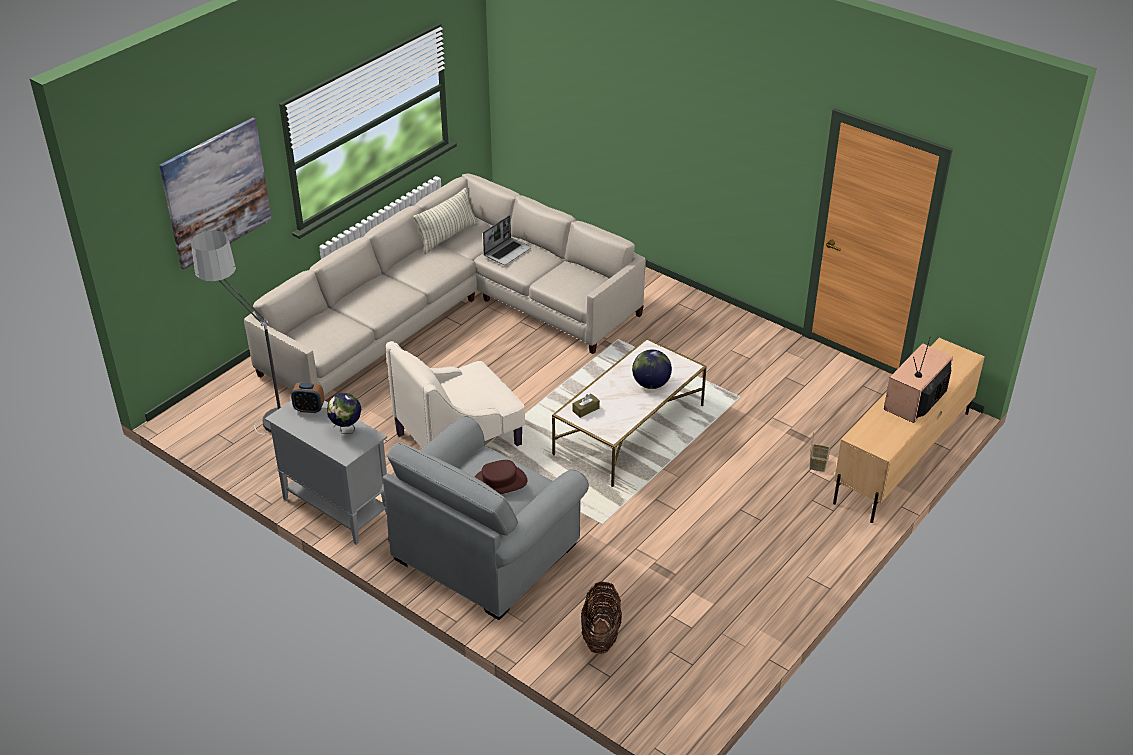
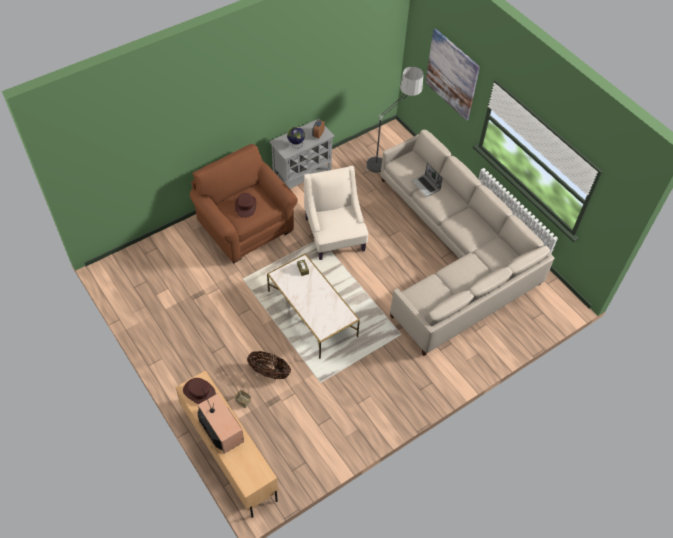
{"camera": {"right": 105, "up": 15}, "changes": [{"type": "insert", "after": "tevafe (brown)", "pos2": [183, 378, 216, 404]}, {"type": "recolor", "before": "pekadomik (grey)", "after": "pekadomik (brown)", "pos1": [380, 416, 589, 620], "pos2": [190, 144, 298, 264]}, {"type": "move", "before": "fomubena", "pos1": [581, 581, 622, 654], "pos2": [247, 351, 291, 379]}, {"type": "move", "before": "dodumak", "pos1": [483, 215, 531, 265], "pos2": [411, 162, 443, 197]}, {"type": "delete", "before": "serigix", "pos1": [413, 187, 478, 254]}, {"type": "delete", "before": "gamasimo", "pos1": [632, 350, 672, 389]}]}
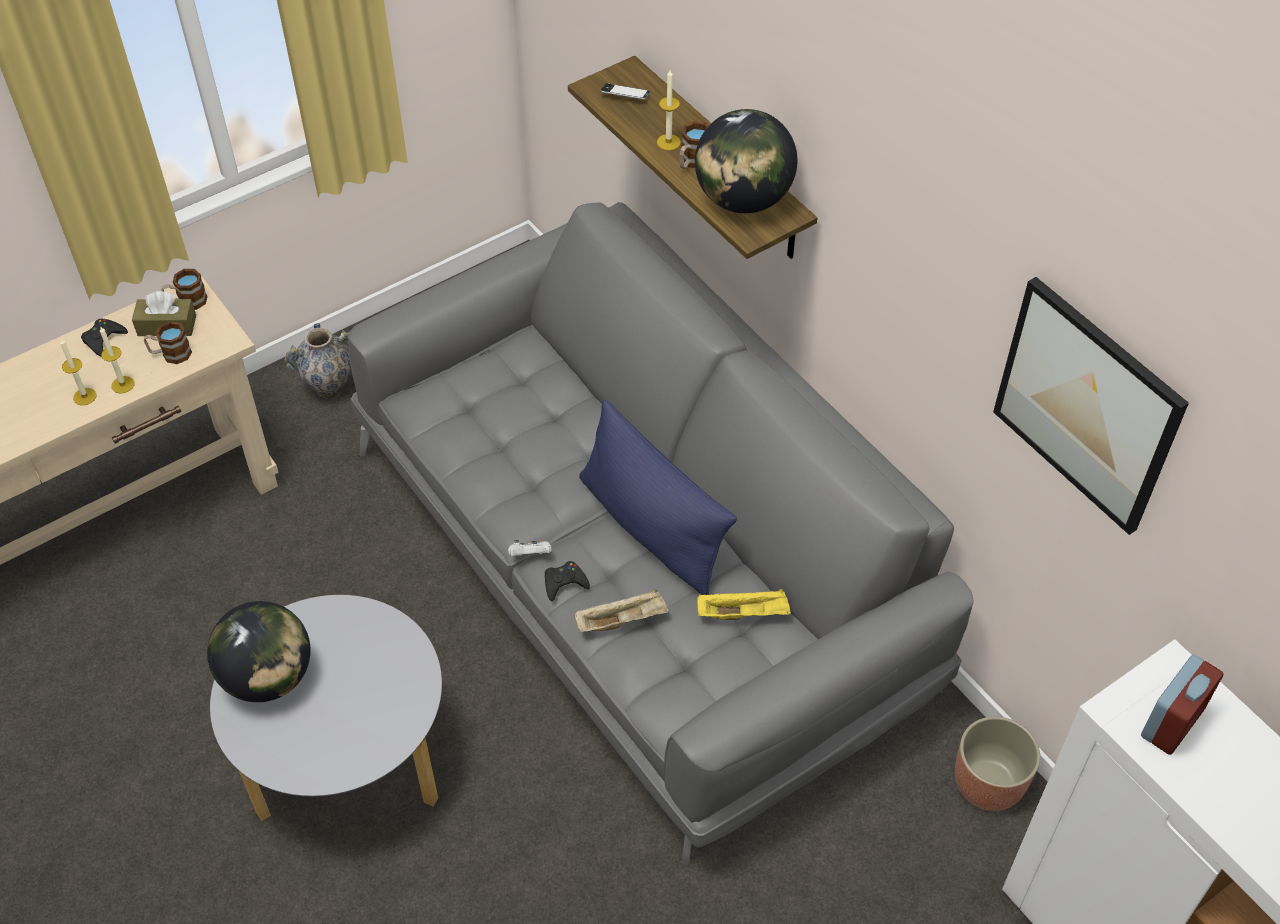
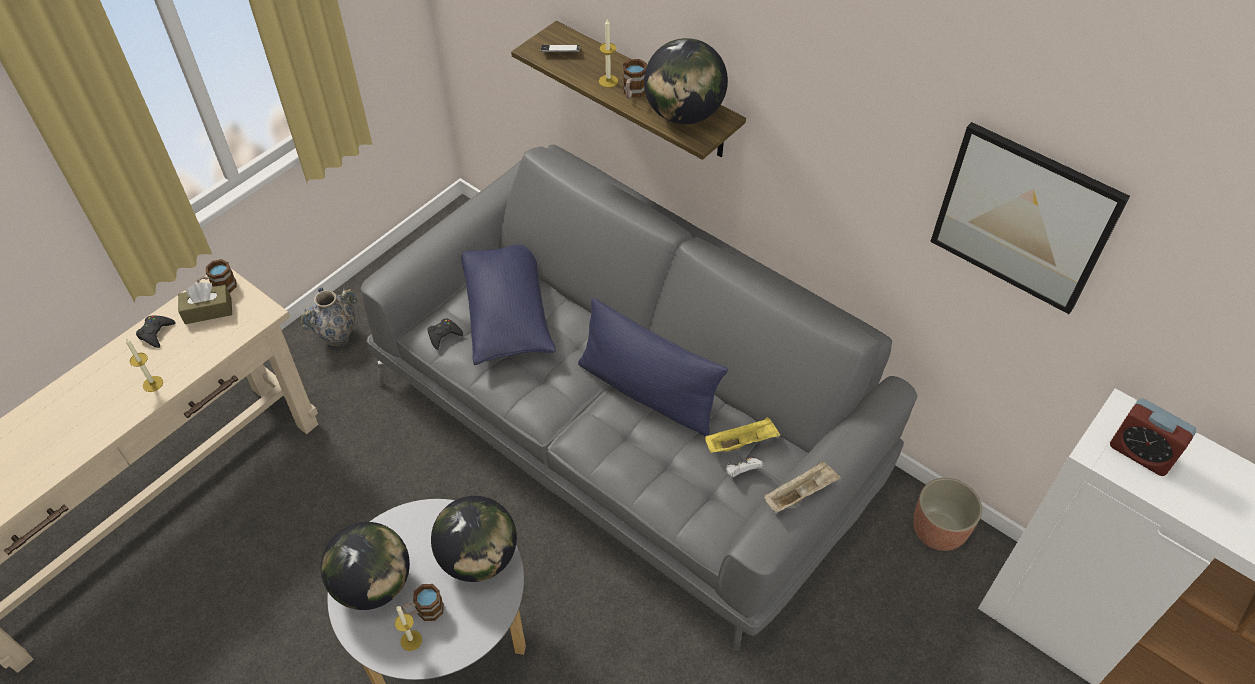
{"camera": {"right": -15, "up": 0}, "changes": [{"type": "move", "before": "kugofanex", "pos1": [100, 327, 134, 394], "pos2": [395, 606, 422, 651]}, {"type": "move", "before": "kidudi", "pos1": [144, 321, 192, 364], "pos2": [402, 584, 444, 621]}, {"type": "move", "before": "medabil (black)", "pos1": [545, 561, 590, 602], "pos2": [427, 318, 463, 350]}, {"type": "insert", "after": "gamasimo", "pos2": [431, 496, 517, 582]}, {"type": "insert", "after": "serigix (blue)", "pos2": [461, 245, 556, 365]}, {"type": "move", "before": "medabil (white)", "pos1": [508, 540, 552, 556], "pos2": [726, 458, 763, 478]}, {"type": "move", "before": "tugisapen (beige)", "pos1": [574, 589, 669, 633], "pos2": [764, 461, 841, 513]}, {"type": "rotate", "before": "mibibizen", "pos1": [1141, 654, 1224, 755], "pos2": [1110, 398, 1196, 476], "turn": 105}]}
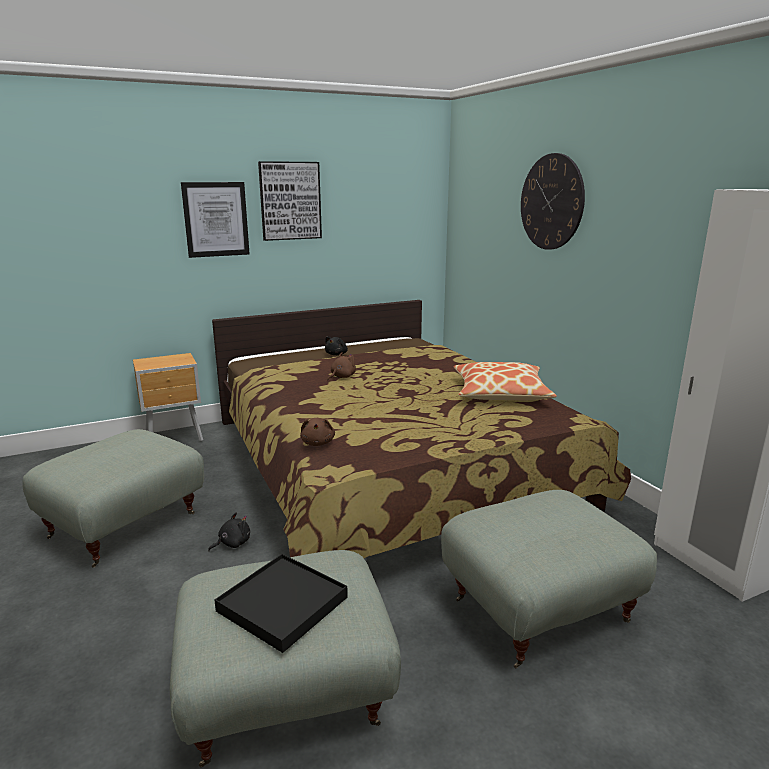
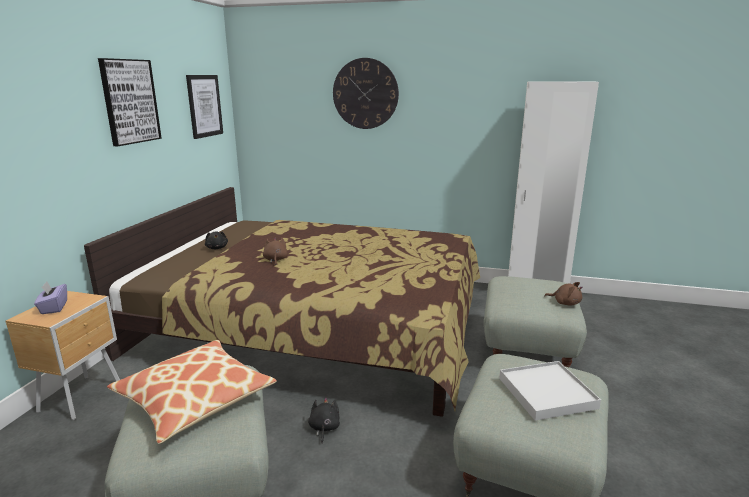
{"camera": {"right": -50, "up": 0}, "changes": [{"type": "insert", "after": "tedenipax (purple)", "pos2": [34, 281, 67, 314]}, {"type": "move", "before": "serigix", "pos1": [454, 362, 557, 400], "pos2": [107, 340, 277, 444]}, {"type": "move", "before": "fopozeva", "pos1": [181, 182, 250, 258], "pos2": [186, 75, 223, 139]}, {"type": "recolor", "before": "tugisapen (black)", "after": "tugisapen (white)", "pos1": [215, 554, 348, 653], "pos2": [499, 361, 601, 421]}, {"type": "move", "before": "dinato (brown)", "pos1": [300, 418, 335, 446], "pos2": [544, 282, 583, 305]}]}
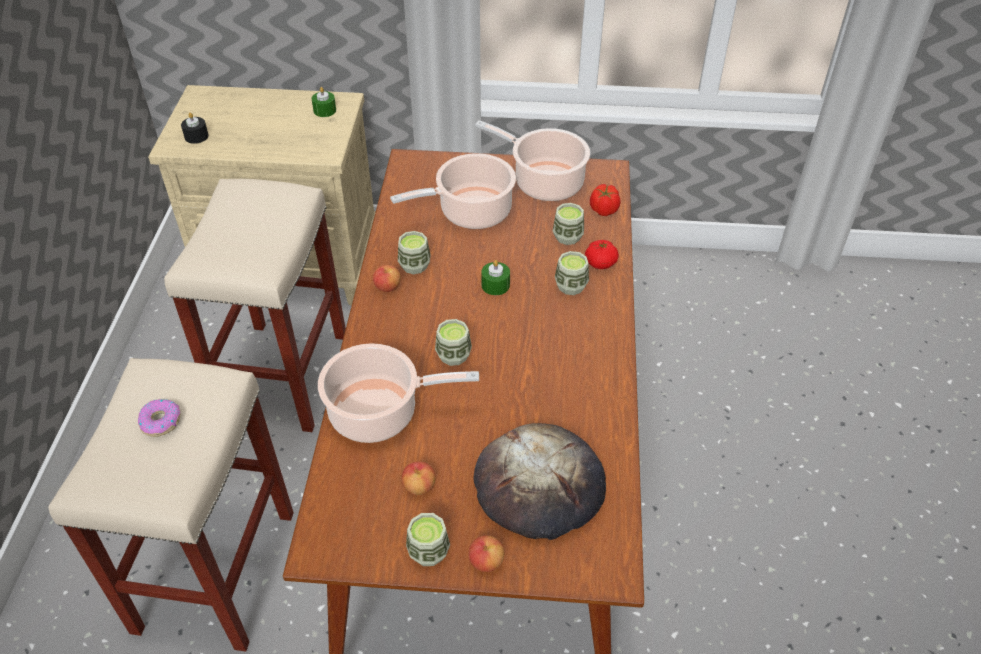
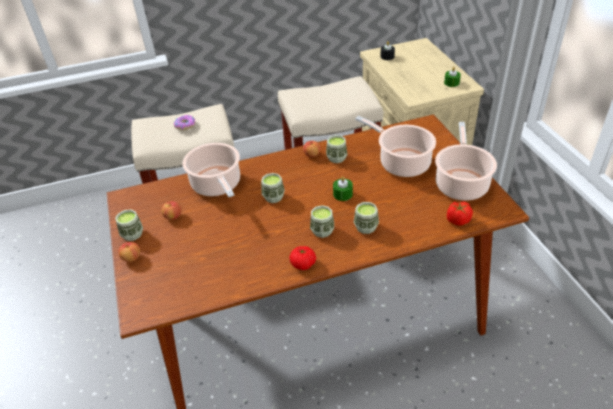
{"camera": {"right": 70, "up": -5}, "changes": [{"type": "move", "before": "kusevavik", "pos1": [585, 240, 619, 269], "pos2": [289, 246, 316, 270]}, {"type": "move", "before": "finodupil", "pos1": [553, 203, 584, 245], "pos2": [310, 205, 334, 238]}, {"type": "delete", "before": "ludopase", "pos1": [473, 423, 606, 540]}]}
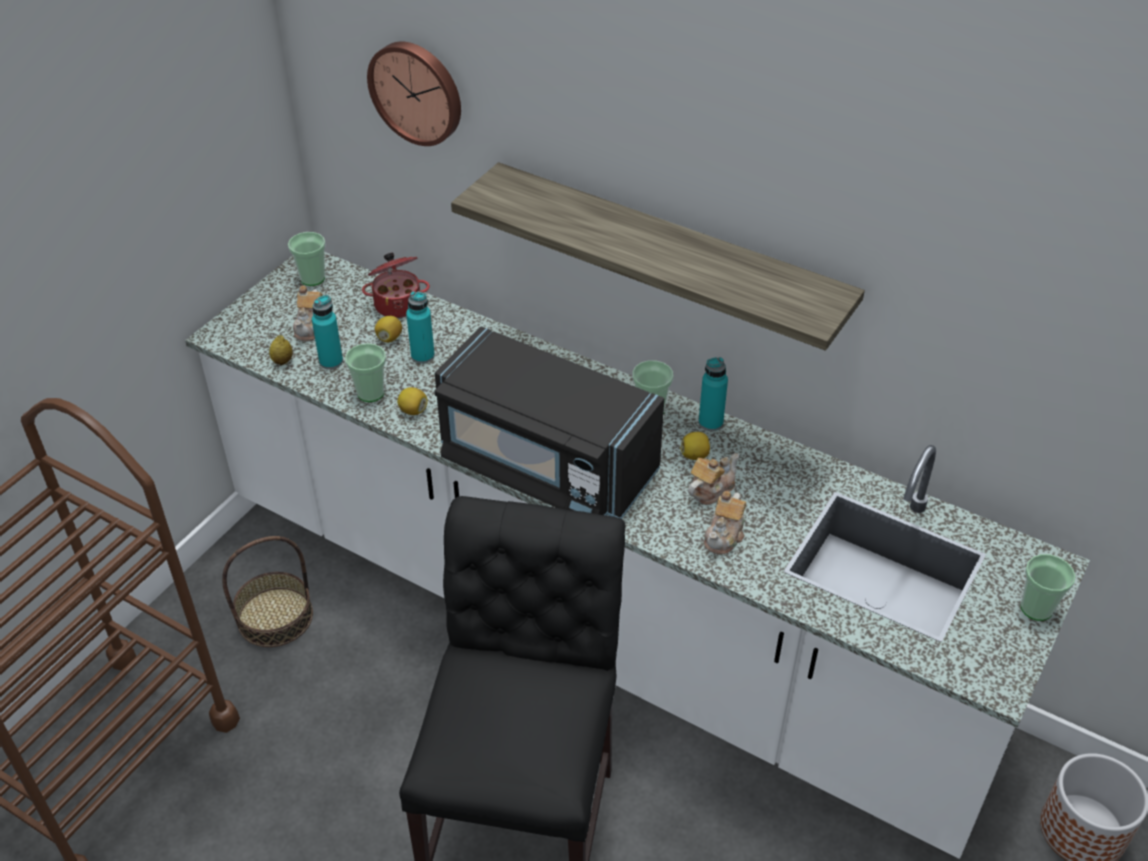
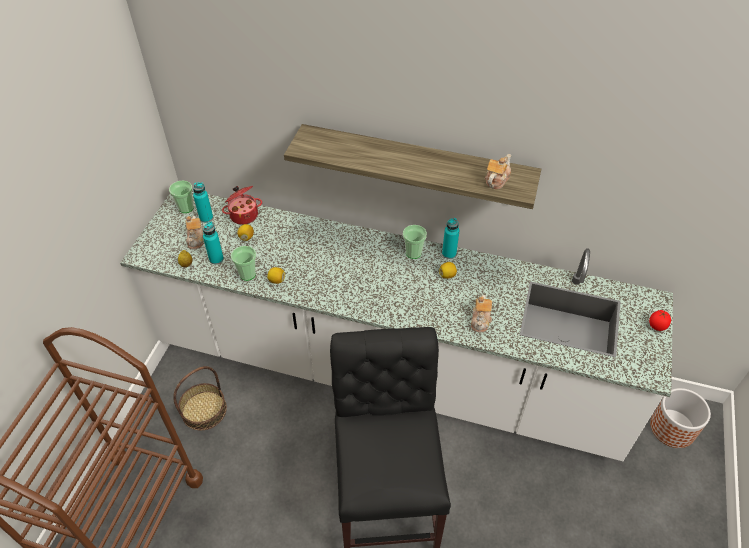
{"camera": {"right": -15, "up": 5}, "changes": [{"type": "move", "before": "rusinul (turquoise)", "pos1": [406, 291, 435, 364], "pos2": [193, 182, 213, 223]}, {"type": "move", "before": "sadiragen", "pos1": [688, 453, 739, 505], "pos2": [485, 154, 511, 189]}, {"type": "replace", "before": "finodupil", "after": "kusevavik", "pos1": [1020, 554, 1076, 621], "pos2": [649, 310, 671, 331]}, {"type": "delete", "before": "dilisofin", "pos1": [367, 42, 461, 146]}, {"type": "delete", "before": "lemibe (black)", "pos1": [434, 326, 664, 519]}]}
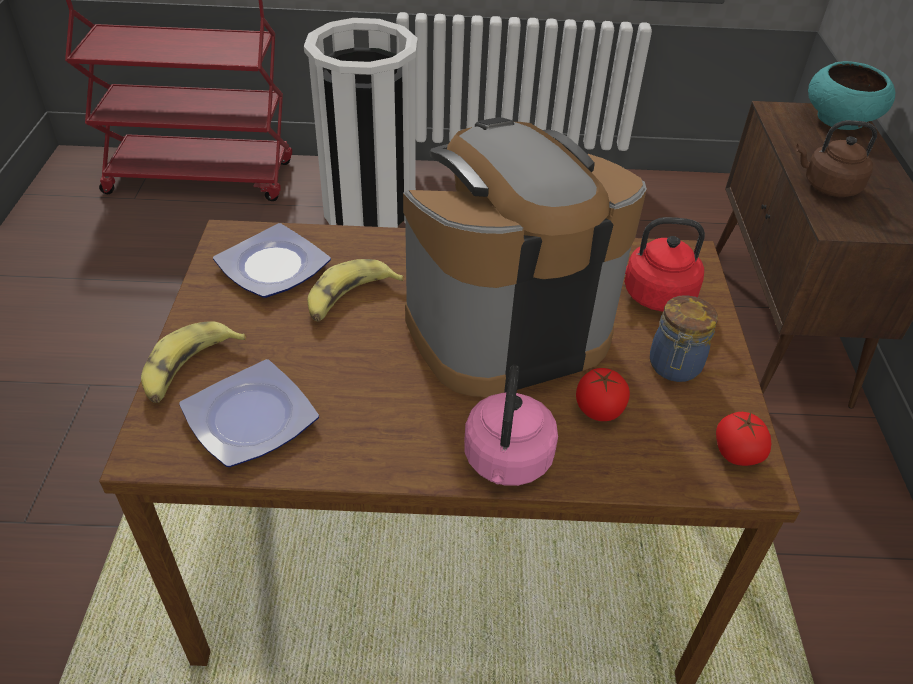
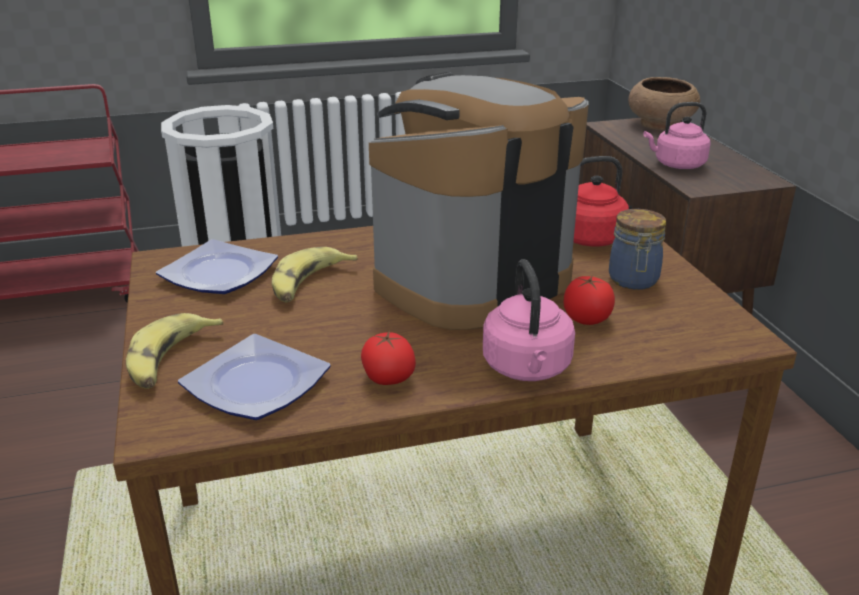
{"camera": {"right": -15, "up": -15}, "changes": [{"type": "move", "before": "kusevavik", "pos1": [716, 412, 771, 466], "pos2": [361, 331, 416, 385]}, {"type": "recolor", "before": "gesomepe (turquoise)", "after": "gesomepe (brown)", "pos1": [808, 61, 895, 130], "pos2": [628, 77, 700, 130]}, {"type": "recolor", "before": "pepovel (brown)", "after": "pepovel (pink)", "pos1": [796, 120, 877, 197], "pos2": [644, 102, 711, 169]}]}
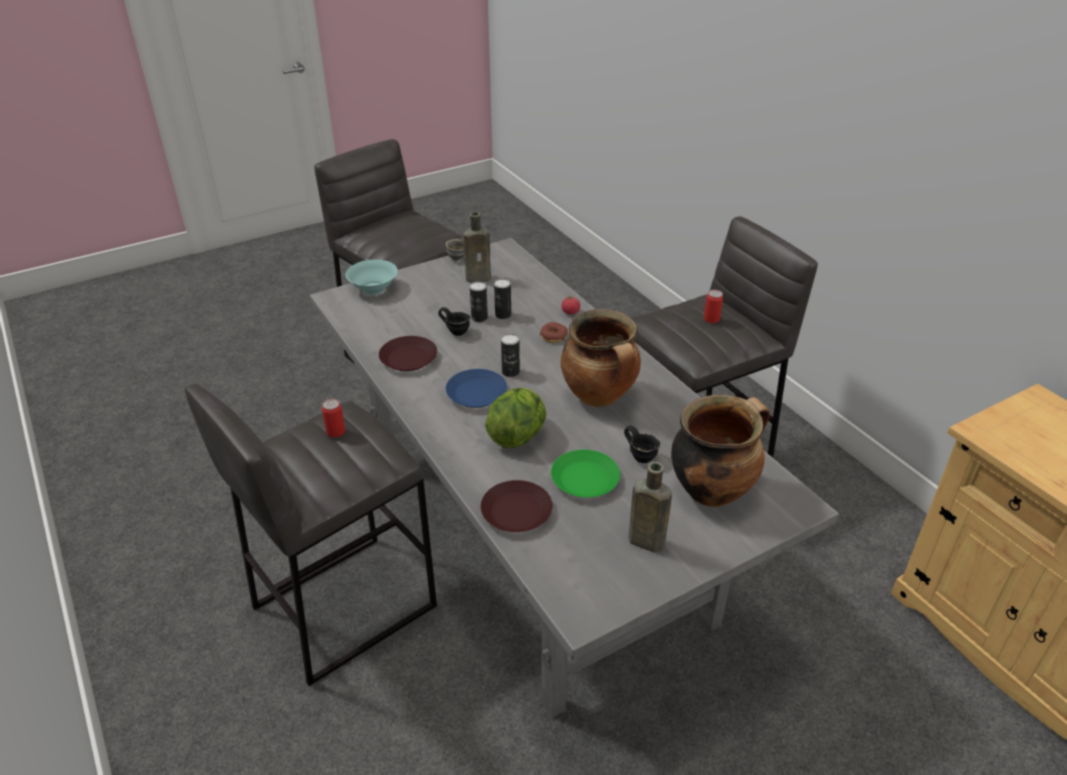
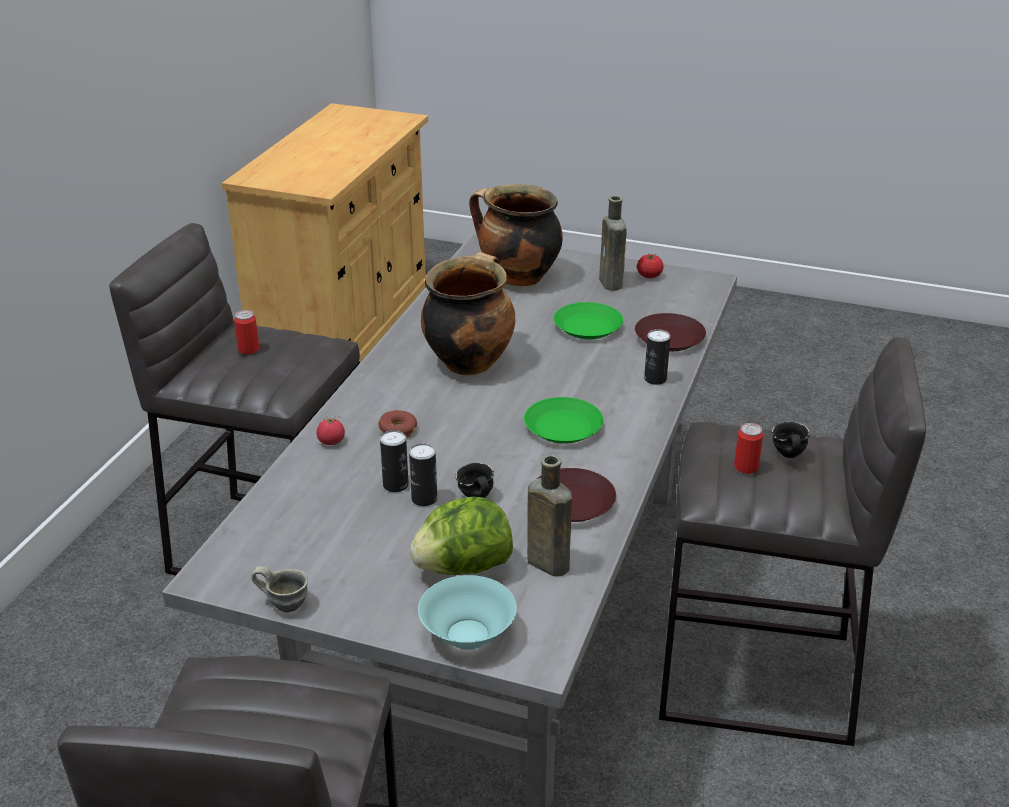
{"camera": {"right": -130, "up": -5}, "changes": [{"type": "move", "before": "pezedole", "pos1": [485, 388, 546, 448], "pos2": [410, 497, 513, 575]}, {"type": "recolor", "before": "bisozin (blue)", "after": "bisozin (green)", "pos1": [446, 369, 507, 408], "pos2": [524, 397, 603, 444]}, {"type": "move", "before": "rusinul (brown)", "pos1": [463, 212, 491, 283], "pos2": [527, 455, 572, 576]}, {"type": "insert", "after": "kusevavik", "pos2": [637, 253, 664, 278]}, {"type": "move", "before": "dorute", "pos1": [501, 334, 520, 377], "pos2": [644, 329, 670, 385]}, {"type": "move", "before": "kidudi (black)", "pos1": [624, 426, 660, 463], "pos2": [772, 422, 810, 458]}]}
